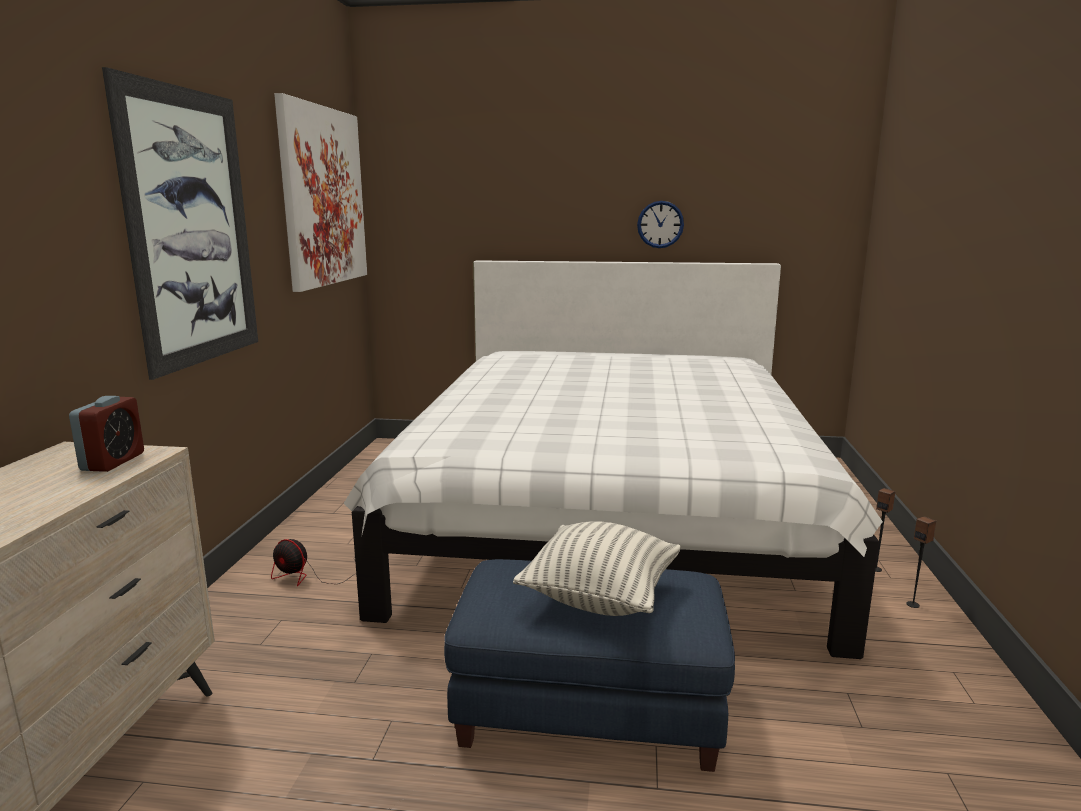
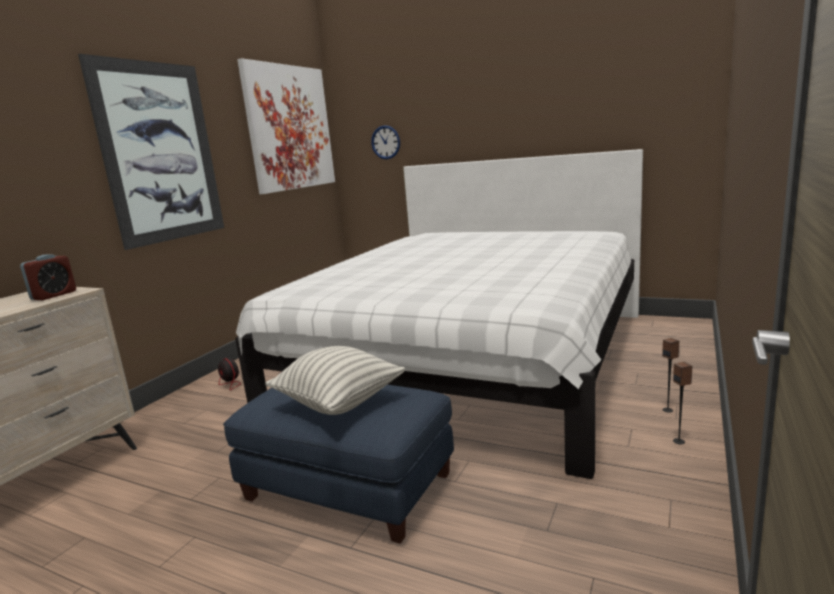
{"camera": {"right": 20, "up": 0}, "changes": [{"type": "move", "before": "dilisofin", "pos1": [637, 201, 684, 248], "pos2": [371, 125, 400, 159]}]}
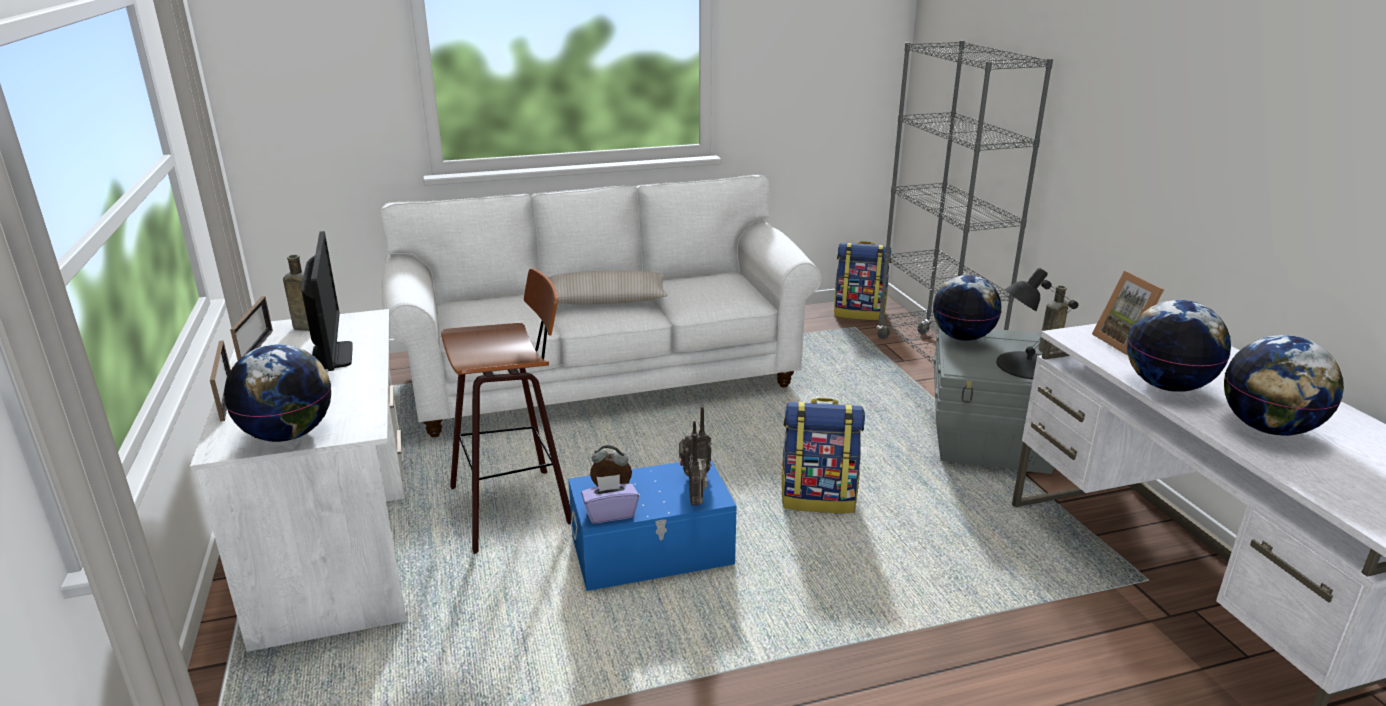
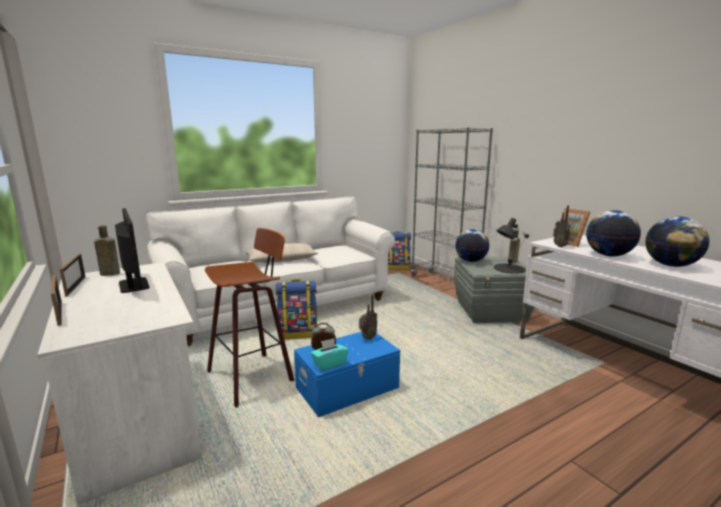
{"camera": {"right": -15, "up": -10}, "changes": [{"type": "move", "before": "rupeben", "pos1": [781, 398, 865, 513], "pos2": [276, 279, 317, 339]}, {"type": "recolor", "before": "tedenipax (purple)", "after": "tedenipax (turquoise)", "pos1": [581, 474, 639, 523], "pos2": [311, 338, 348, 371]}, {"type": "move", "before": "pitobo", "pos1": [689, 434, 708, 506], "pos2": [553, 205, 571, 247]}, {"type": "delete", "before": "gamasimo", "pos1": [224, 344, 331, 442]}]}
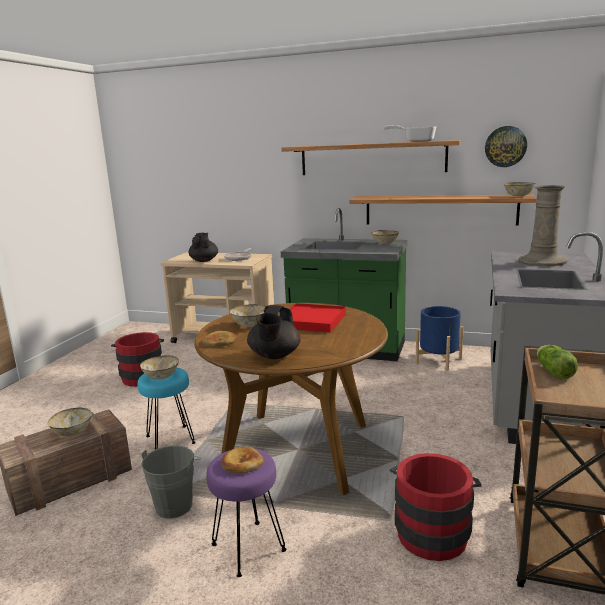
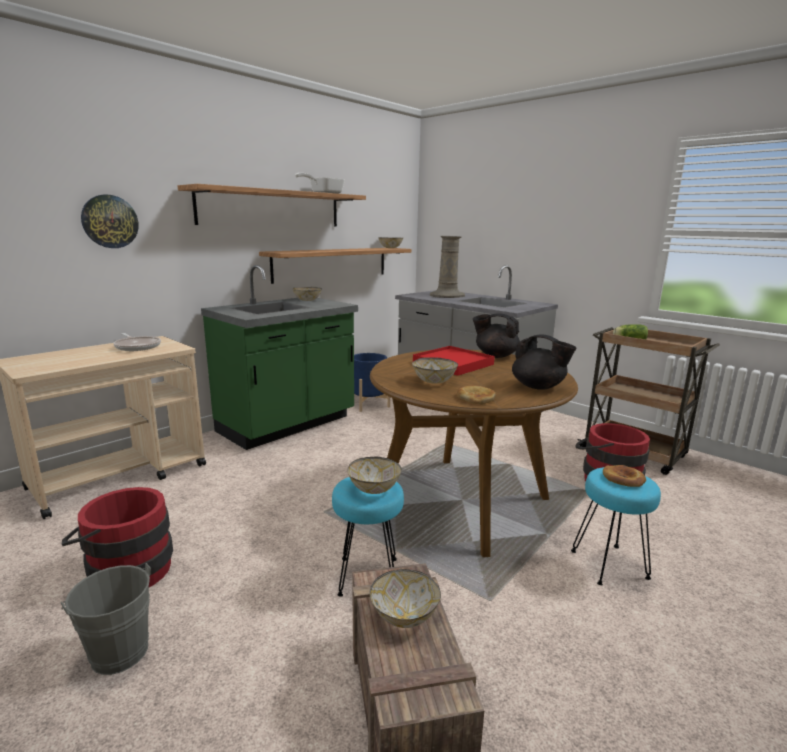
{"camera": {"right": -65, "up": 0}, "changes": [{"type": "move", "before": "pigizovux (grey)", "pos1": [141, 445, 201, 519], "pos2": [61, 563, 151, 675]}, {"type": "move", "before": "dilisofin", "pos1": [485, 126, 527, 167], "pos2": [81, 194, 139, 248]}, {"type": "move", "before": "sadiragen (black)", "pos1": [189, 233, 218, 262], "pos2": [473, 313, 520, 358]}, {"type": "recolor", "before": "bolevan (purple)", "after": "bolevan (turquoise)", "pos1": [206, 449, 287, 577], "pos2": [571, 467, 661, 585]}]}
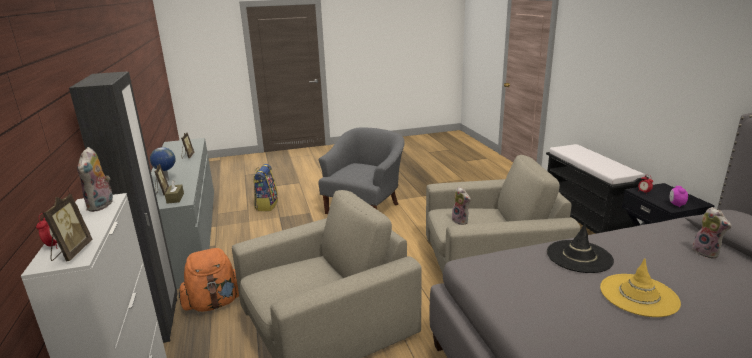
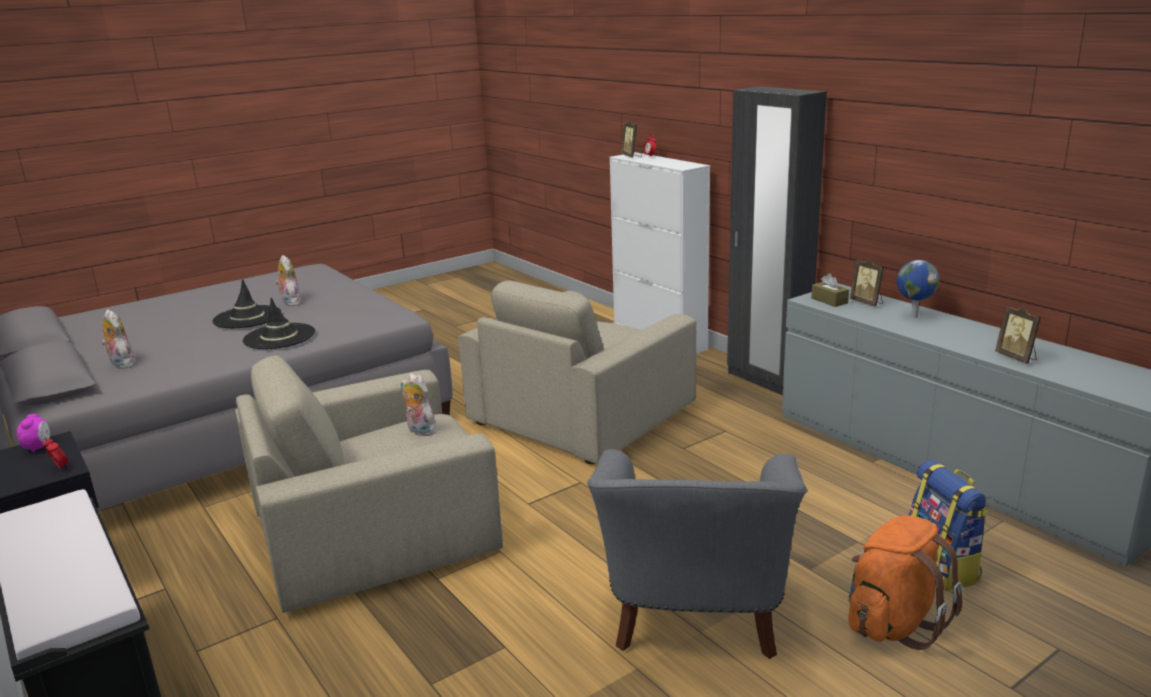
{"camera": {"right": 160, "up": 0}, "changes": [{"type": "recolor", "before": "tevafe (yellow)", "after": "tevafe (black)", "pos1": [600, 259, 681, 317], "pos2": [212, 279, 281, 328]}, {"type": "move", "before": "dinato", "pos1": [77, 147, 113, 212], "pos2": [276, 255, 302, 306]}, {"type": "move", "before": "rupeben (orange)", "pos1": [179, 248, 239, 312], "pos2": [849, 516, 963, 650]}]}
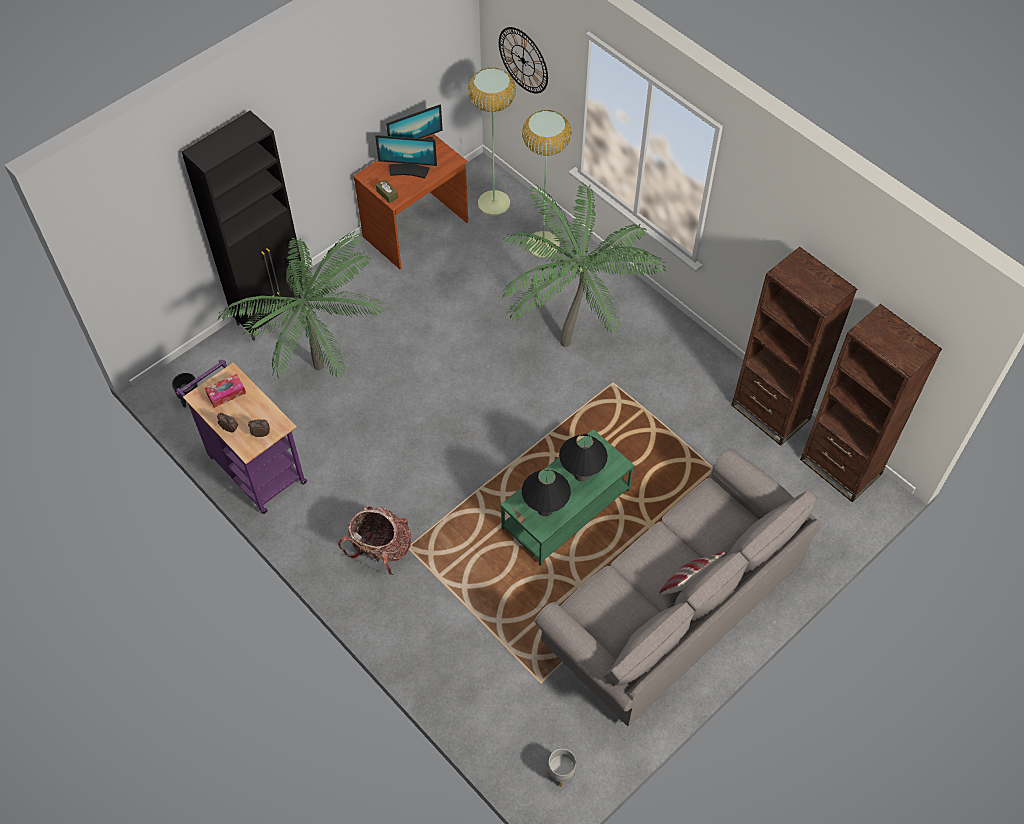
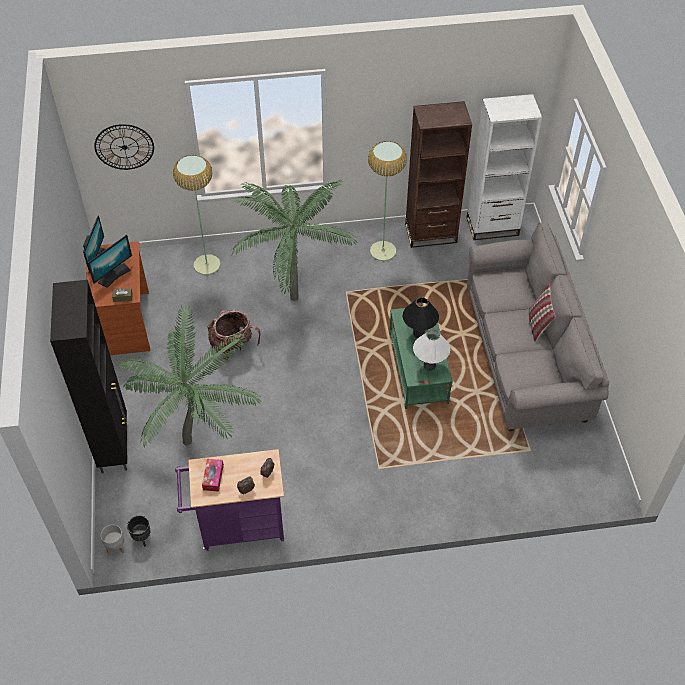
{"camera": {"right": -55, "up": -5}, "changes": [{"type": "move", "before": "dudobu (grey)", "pos1": [548, 749, 576, 787], "pos2": [101, 524, 124, 555]}, {"type": "move", "before": "rupeben", "pos1": [338, 506, 411, 575], "pos2": [207, 309, 261, 359]}, {"type": "move", "before": "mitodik", "pos1": [468, 67, 516, 216], "pos2": [368, 141, 407, 261]}, {"type": "recolor", "before": "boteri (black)", "after": "boteri (white)", "pos1": [522, 469, 571, 517], "pos2": [413, 330, 450, 371]}, {"type": "recolor", "before": "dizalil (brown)", "after": "dizalil (white)", "pos1": [800, 304, 942, 502], "pos2": [467, 94, 542, 240]}]}
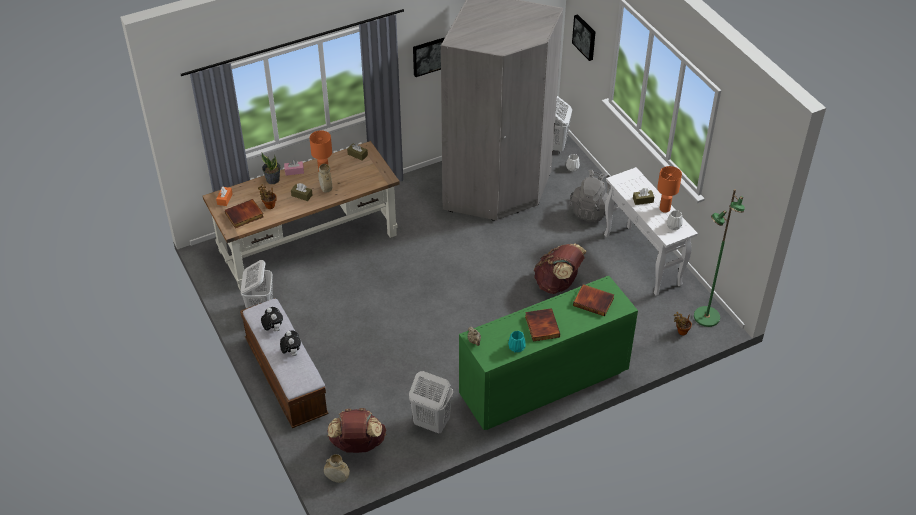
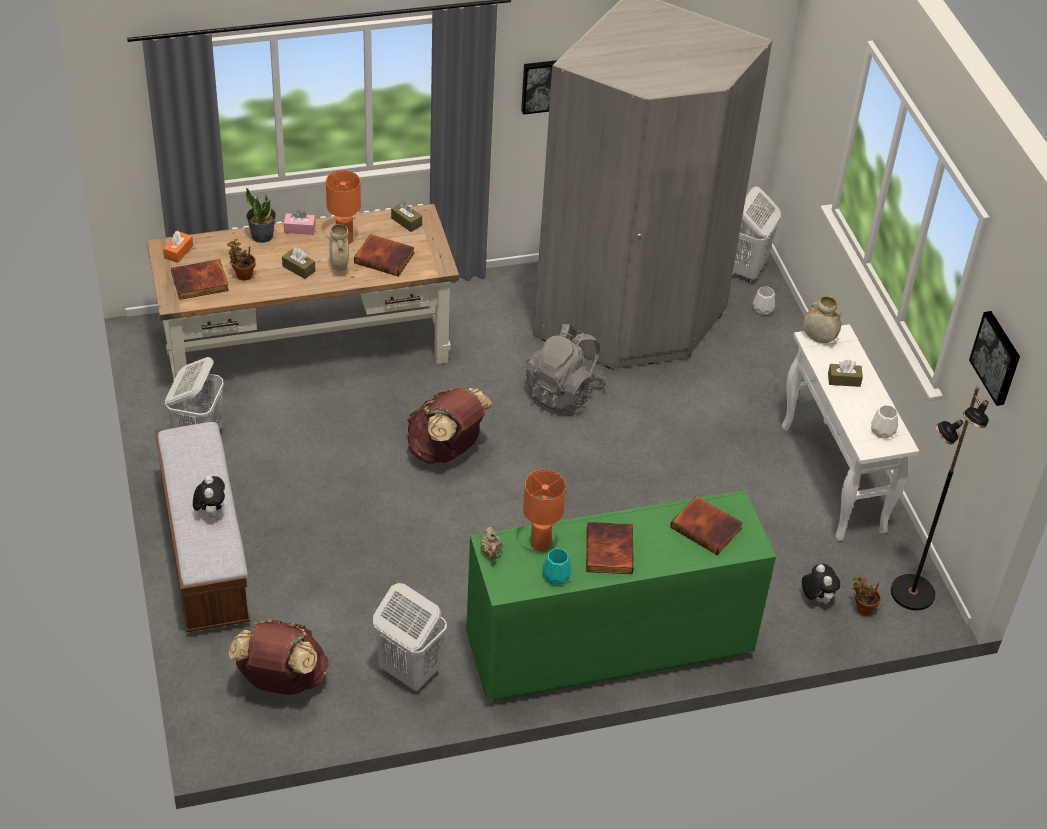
{"camera": {"right": 10, "up": 0}, "changes": [{"type": "insert", "after": "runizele", "pos2": [354, 234, 415, 277]}, {"type": "move", "before": "rupeben (brown)", "pos1": [534, 243, 587, 294], "pos2": [407, 388, 493, 464]}, {"type": "move", "before": "boteri (orange)", "pos1": [657, 166, 682, 213], "pos2": [523, 469, 566, 551]}, {"type": "move", "before": "rupeben (grey)", "pos1": [570, 170, 615, 223], "pos2": [526, 324, 605, 413]}, {"type": "move", "before": "dinato", "pos1": [261, 307, 283, 331], "pos2": [802, 564, 840, 604]}, {"type": "move", "before": "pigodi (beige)", "pos1": [324, 454, 350, 483], "pos2": [803, 296, 841, 343]}, {"type": "recolor", "before": "mitodik (green)", "after": "mitodik (black)", "pos1": [694, 189, 745, 327], "pos2": [891, 387, 989, 610]}, {"type": "move", "before": "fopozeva", "pos1": [572, 14, 596, 61], "pos2": [969, 311, 1020, 406]}]}
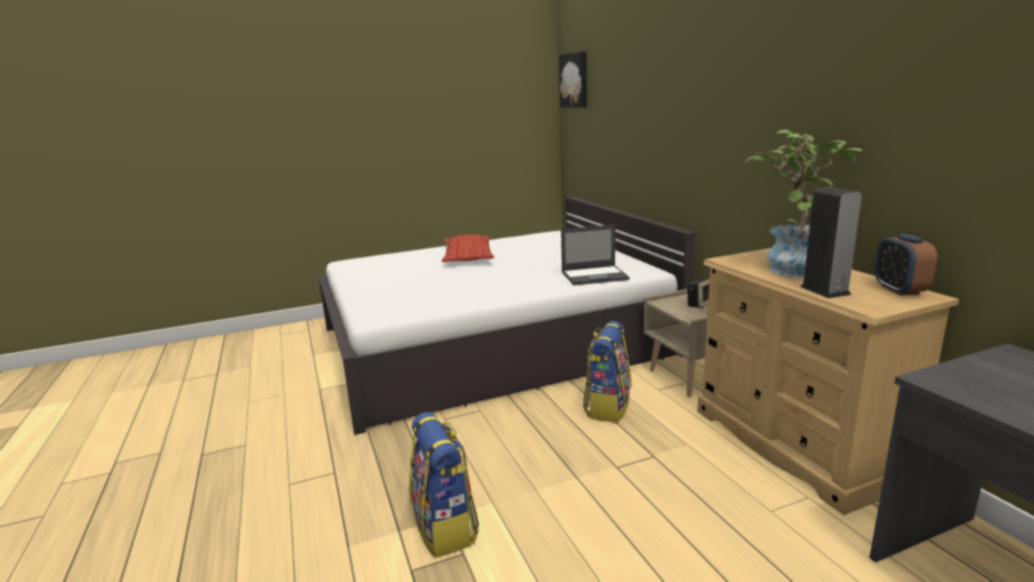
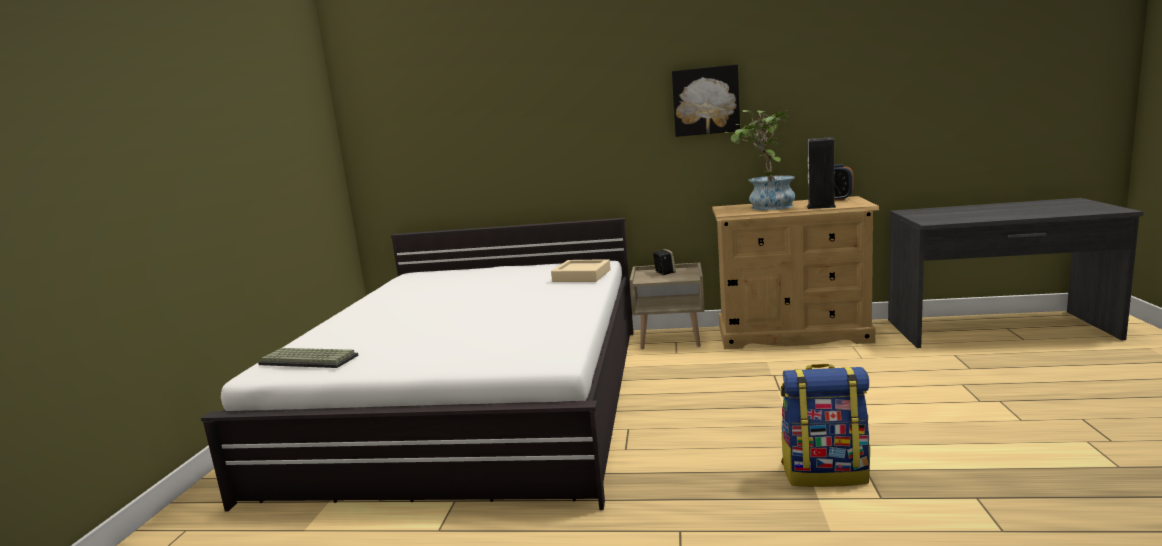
{"camera": {"right": -60, "up": -5}, "changes": [{"type": "insert", "after": "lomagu", "pos2": [258, 348, 358, 368]}, {"type": "replace", "before": "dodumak", "after": "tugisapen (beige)", "pos1": [561, 225, 630, 285], "pos2": [551, 259, 611, 282]}, {"type": "move", "before": "fopozeva", "pos1": [559, 51, 587, 108], "pos2": [672, 64, 740, 137]}, {"type": "delete", "before": "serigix", "pos1": [442, 234, 494, 262]}, {"type": "delete", "before": "rupeben", "pos1": [583, 321, 631, 423]}]}
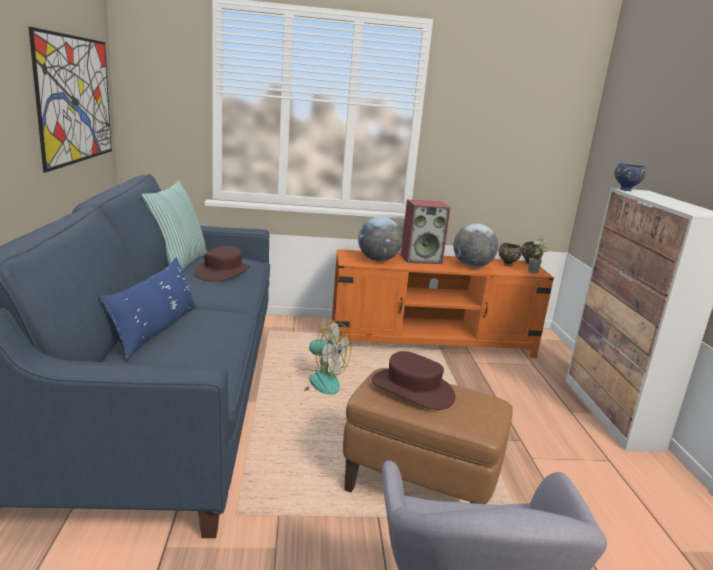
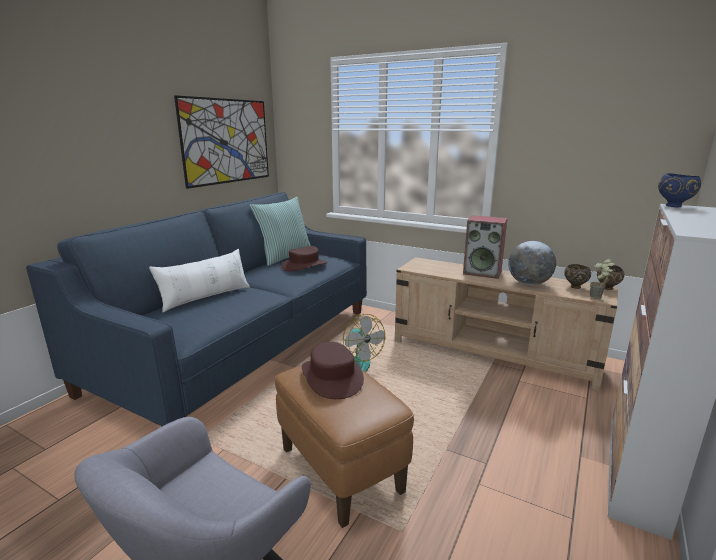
{"camera": {"right": 35, "up": 0}, "changes": [{"type": "recolor", "before": "serigix (blue)", "after": "serigix (white)", "pos1": [99, 257, 196, 361], "pos2": [149, 249, 250, 312]}, {"type": "recolor", "before": "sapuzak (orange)", "after": "sapuzak (beige)", "pos1": [332, 249, 554, 358], "pos2": [395, 257, 618, 392]}, {"type": "delete", "before": "gamasimo", "pos1": [358, 217, 403, 261]}]}
